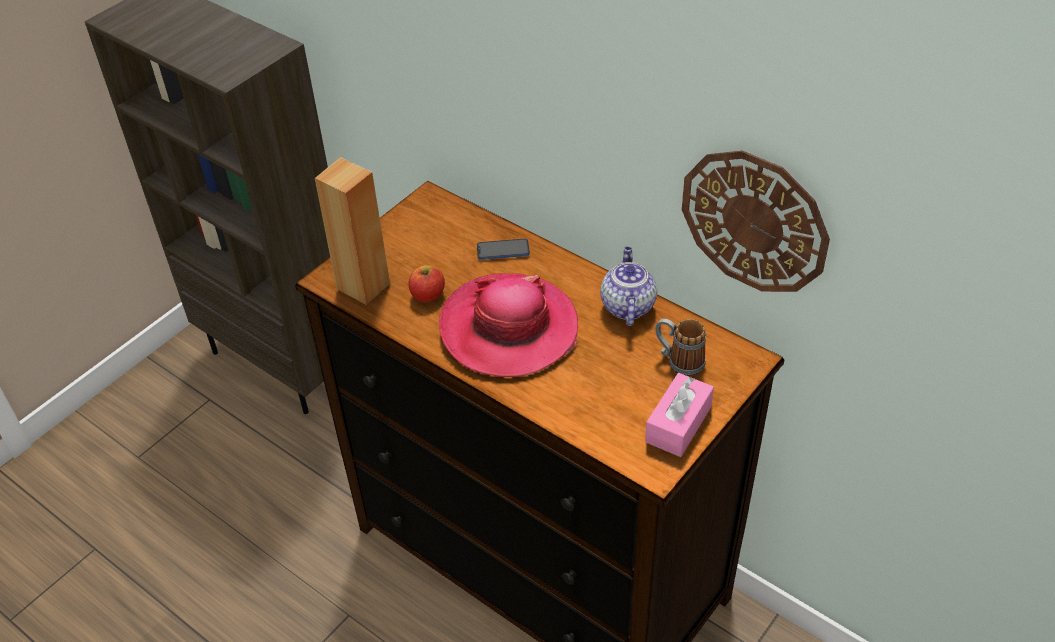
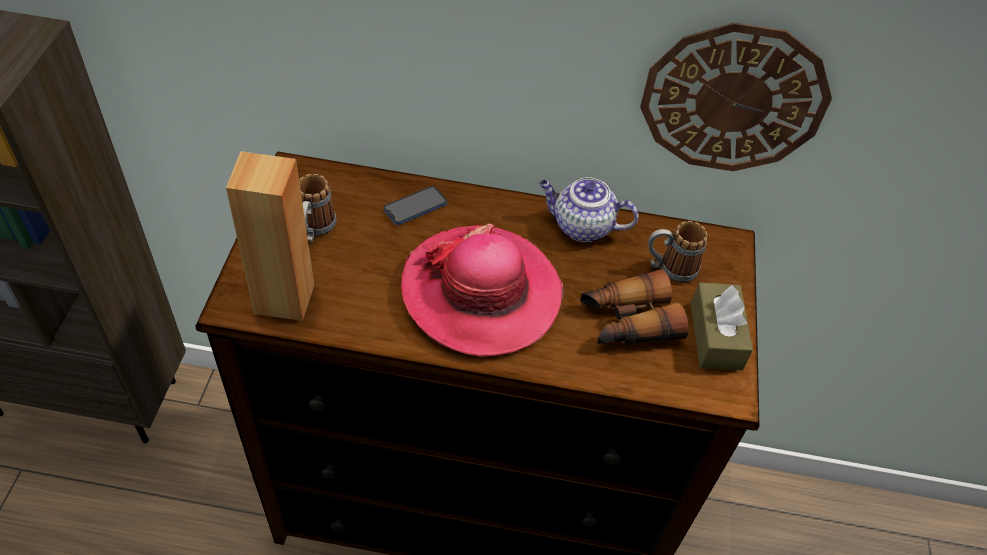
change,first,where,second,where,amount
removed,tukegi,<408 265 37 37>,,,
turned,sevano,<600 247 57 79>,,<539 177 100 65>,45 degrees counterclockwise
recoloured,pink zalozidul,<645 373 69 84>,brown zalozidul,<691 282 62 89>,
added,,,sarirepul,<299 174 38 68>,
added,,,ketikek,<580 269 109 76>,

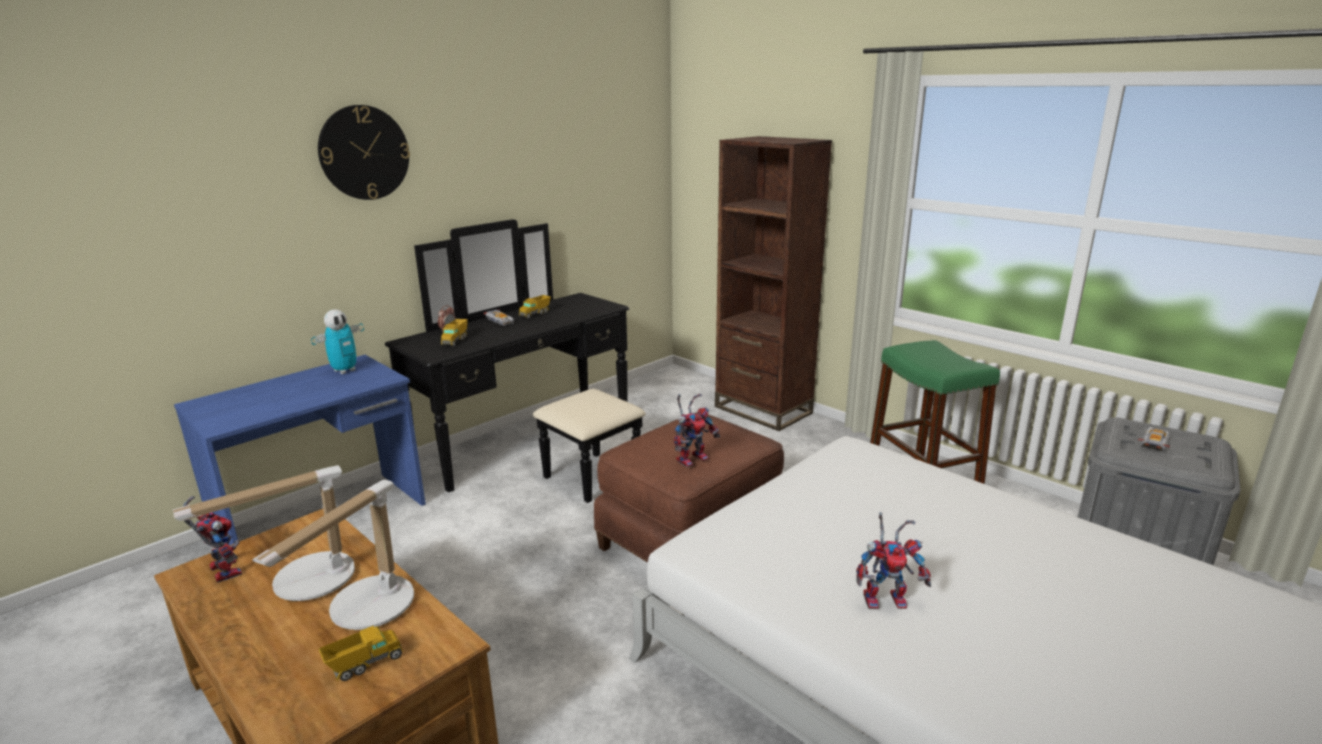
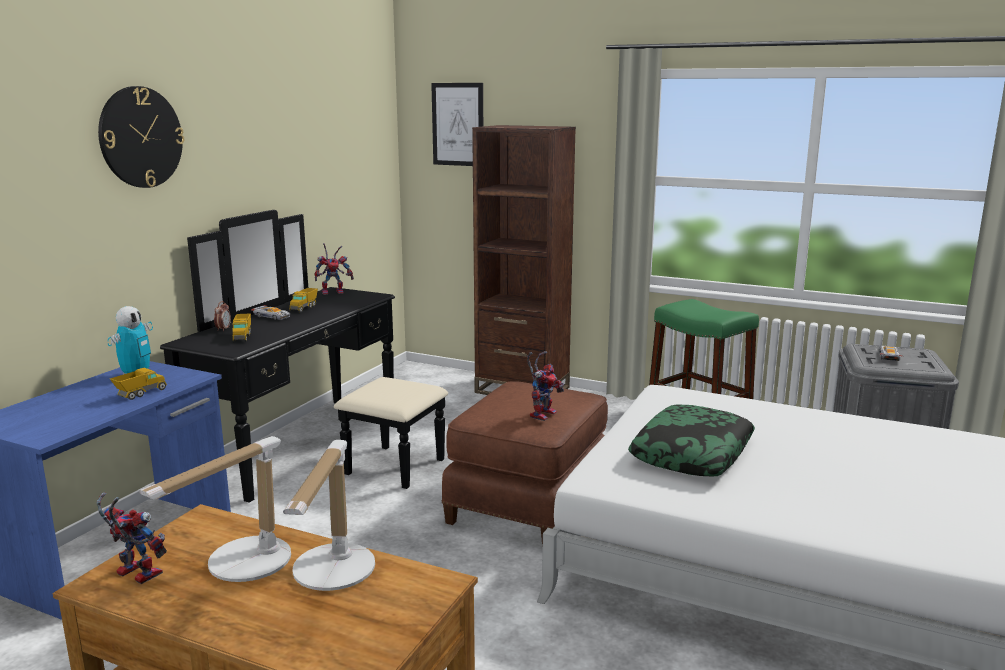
change,first,where,second,where,amount
moved,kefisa,<319 625 85 56>,,<110 368 57 32>,
moved,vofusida,<856 512 75 97>,,<314 243 40 52>,
added,,,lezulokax,<431 83 52 83>,
added,,,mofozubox,<628 404 127 73>,

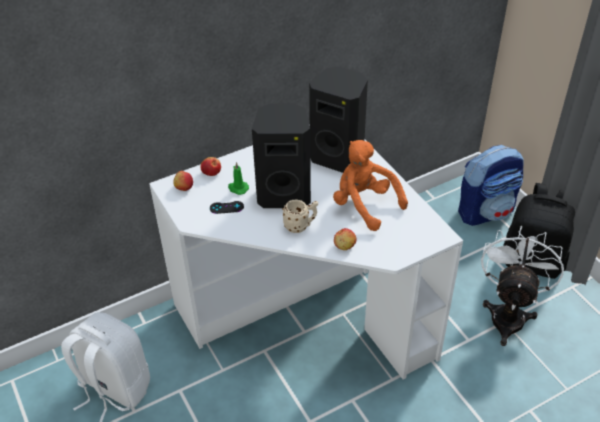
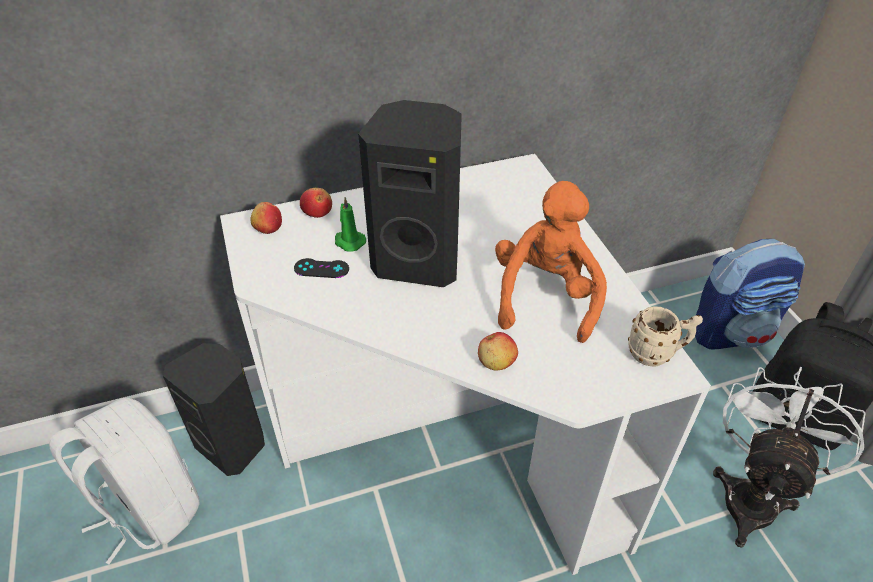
change,first,where,second,where,amount
moved,beige sarirepul,<282 199 36 34>,,<628 306 75 61>,
moved,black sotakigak,<309 67 59 106>,,<163 343 102 133>,
turned,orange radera,<333 140 75 91>,,<495 181 112 162>,45 degrees clockwise

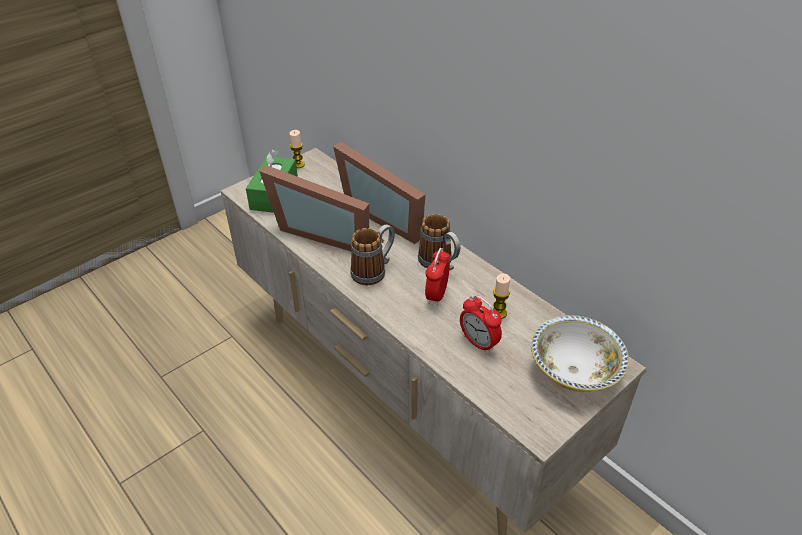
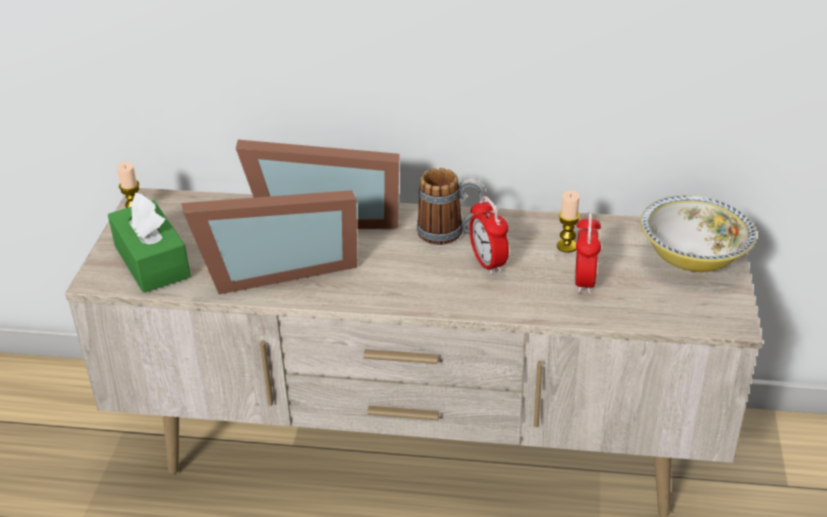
change,first,where,second,where,amount
removed,sarirepul,<351 224 44 61>,,,
turned,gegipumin,<460 295 42 59>,,<575 212 26 82>,90 degrees counterclockwise

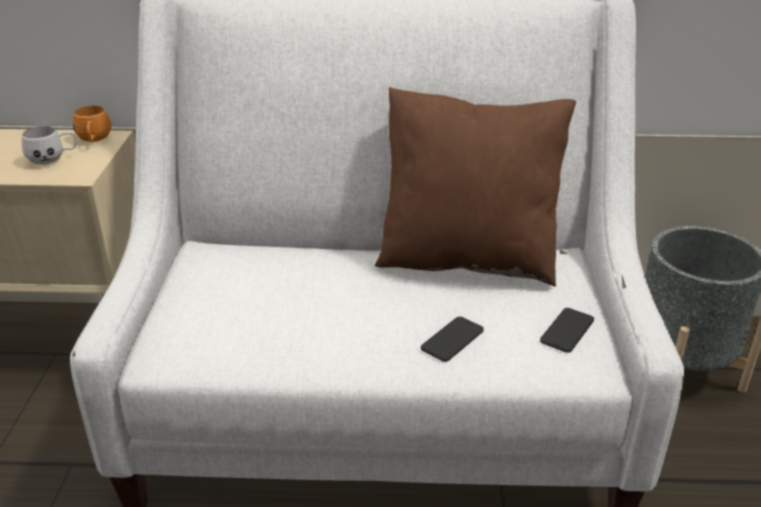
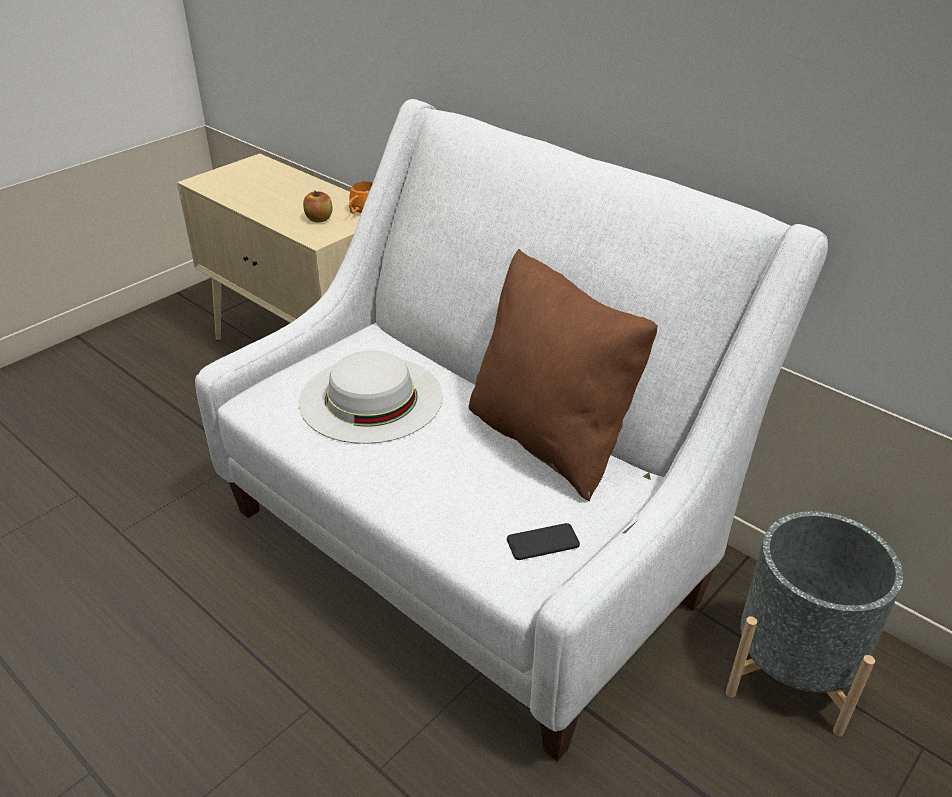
change,first,where,second,where,amount
replaced,white sarirepul,<22 126 55 39>,tukegi,<303 190 30 33>,
removed,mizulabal,<421 317 63 45>,,,
added,,,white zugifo,<299 351 144 93>,

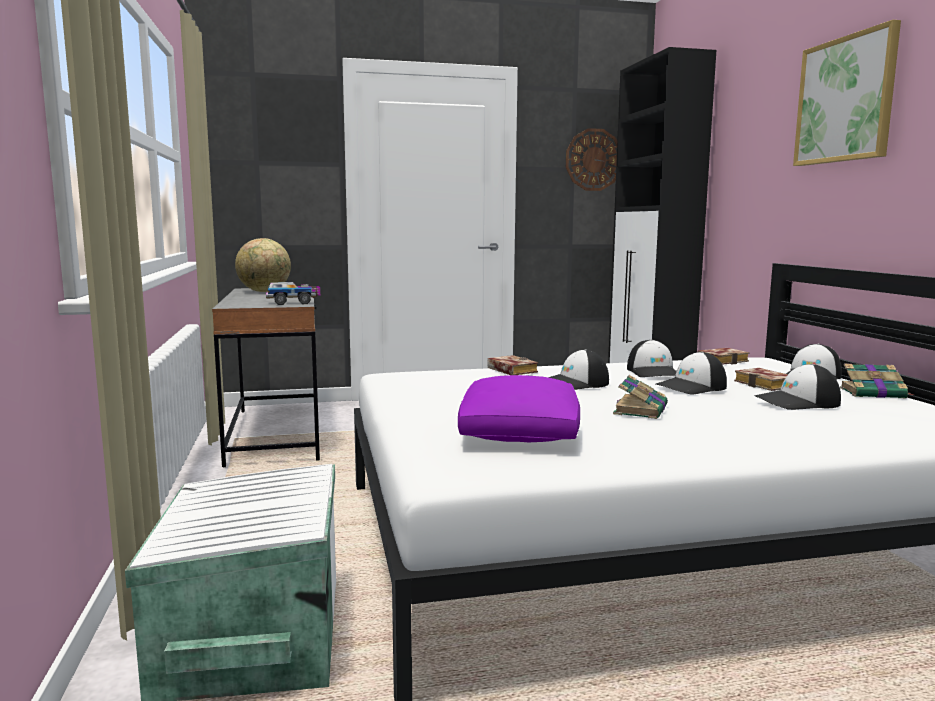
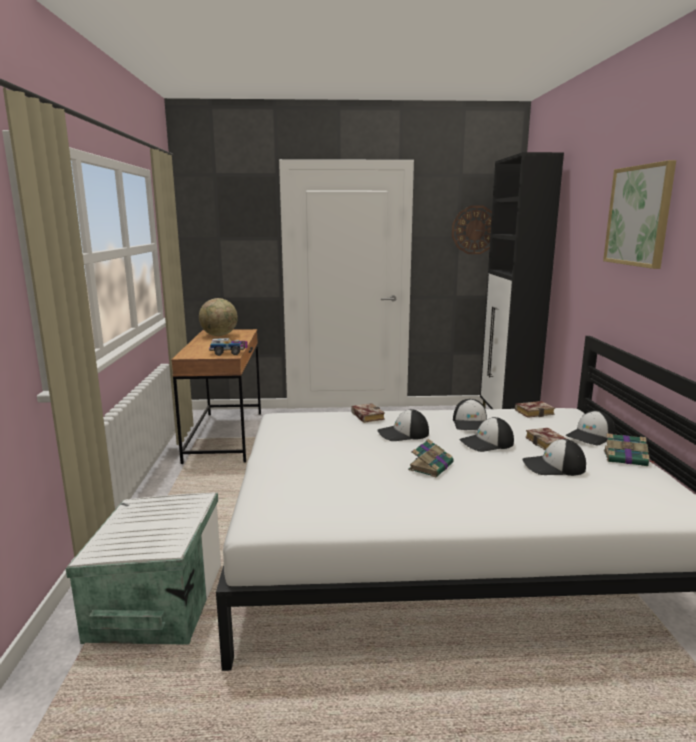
change,first,where,second,where,amount
recoloured,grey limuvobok,<212 288 108 180>,brown limuvobok,<171 329 90 135>,
removed,purple mofozubox,<458 375 122 67>,,,

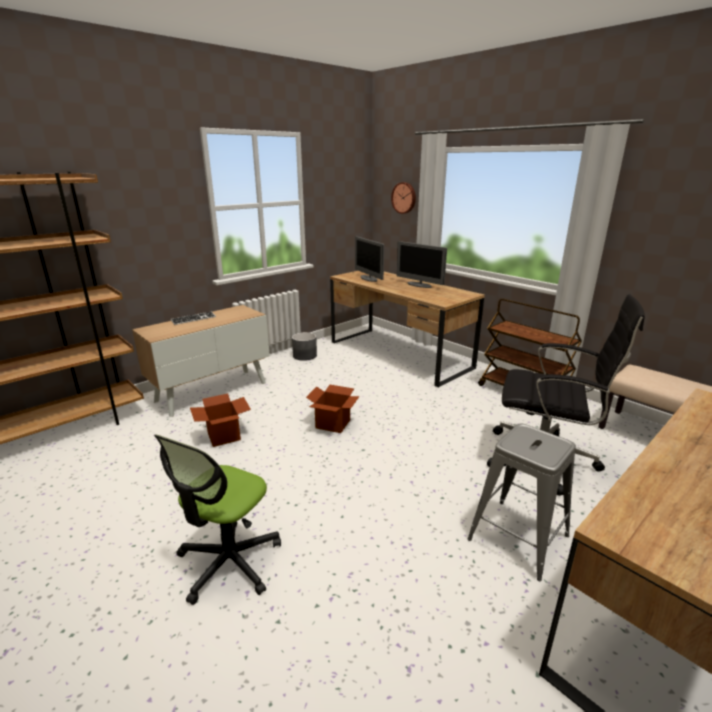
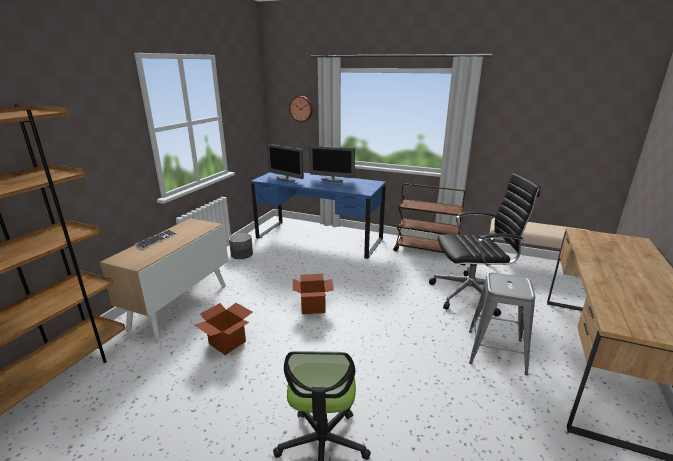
change,first,where,second,where,amount
recoloured,brown limuvobok,<330 271 155 117>,blue limuvobok,<251 172 135 87>,

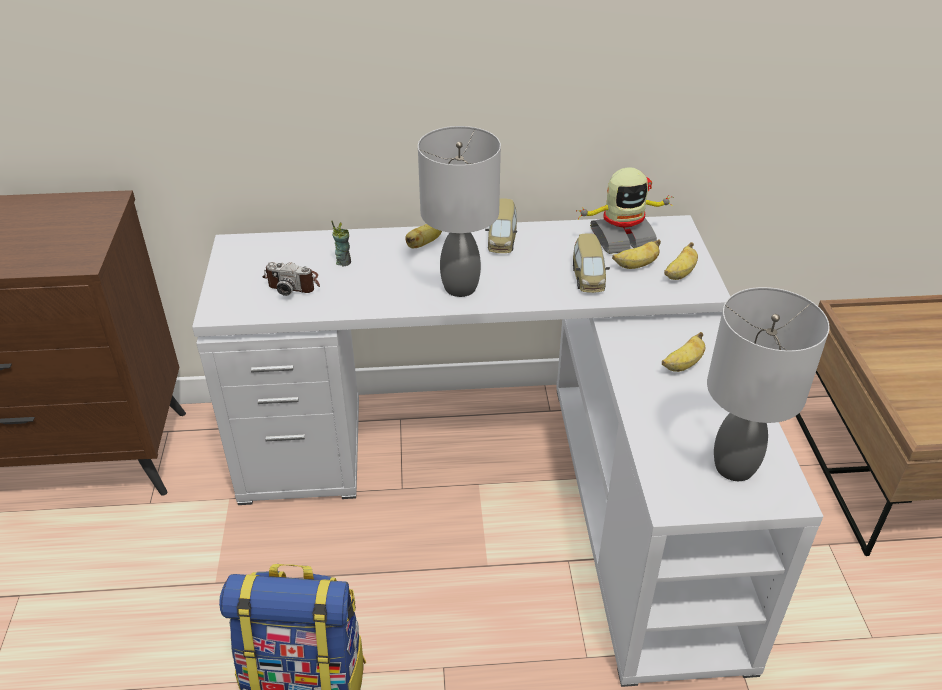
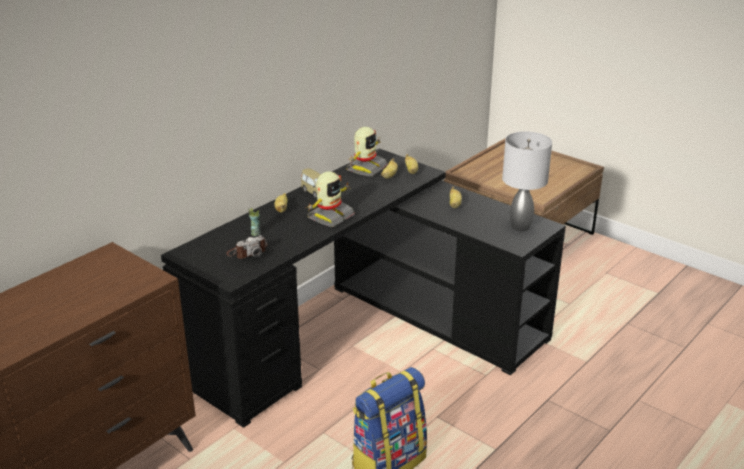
change,first,where,second,where,amount
recoloured,white limuvobok,<192 215 631 472>,black limuvobok,<161 148 405 280>,
replaced,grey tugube,<418 126 83 171>,vofusida,<308 171 47 56>,
removed,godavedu,<573 233 37 60>,,,

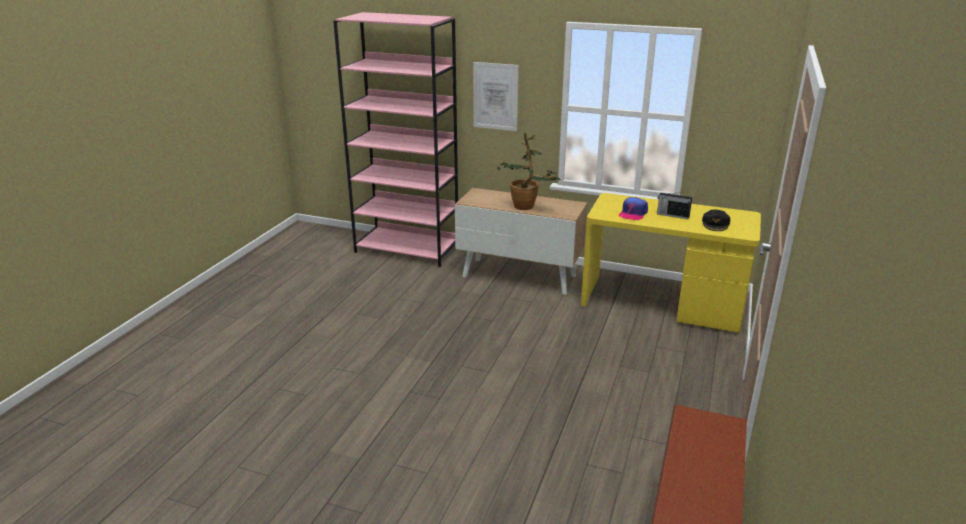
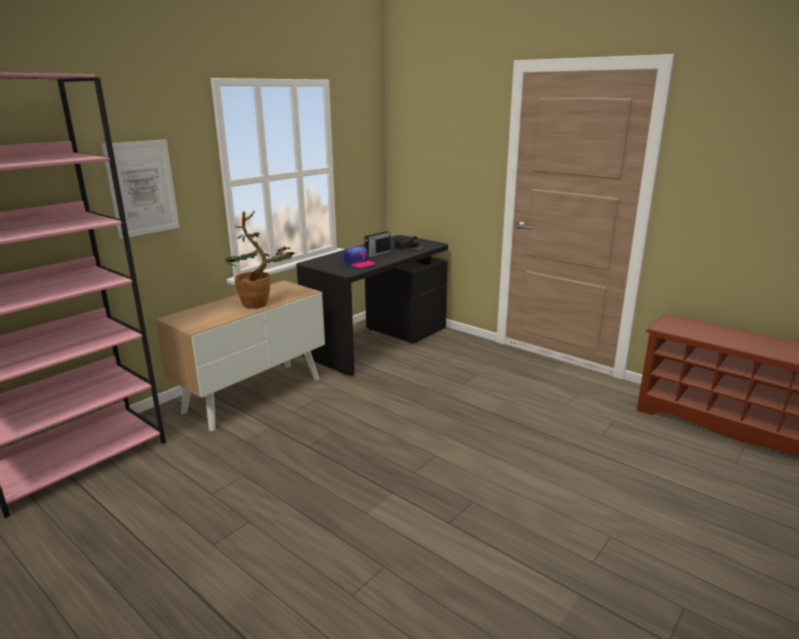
change,first,where,second,where,amount
recoloured,yellow limuvobok,<581 193 180 140>,black limuvobok,<296 235 152 141>,

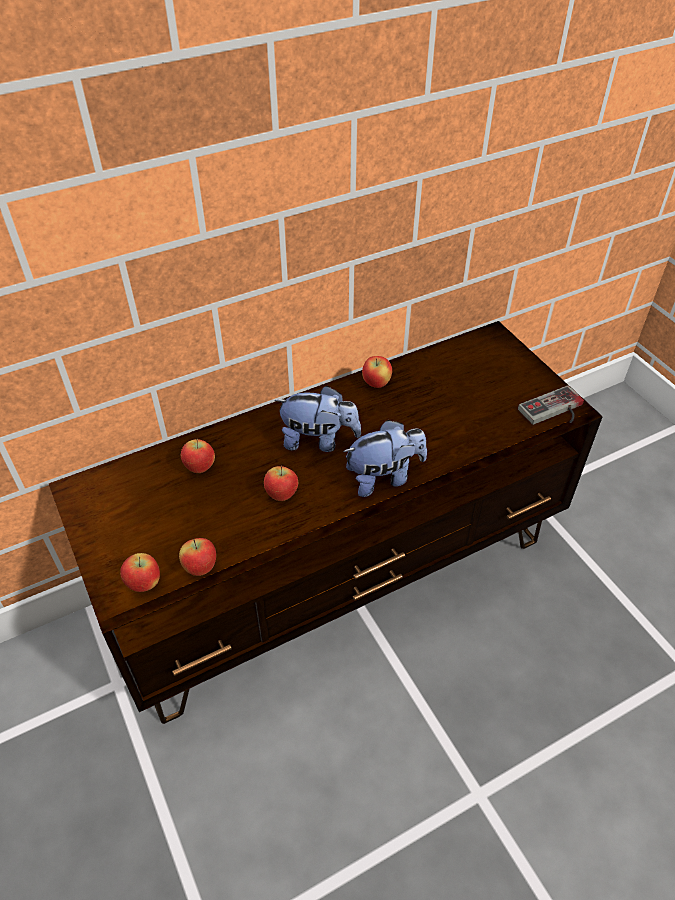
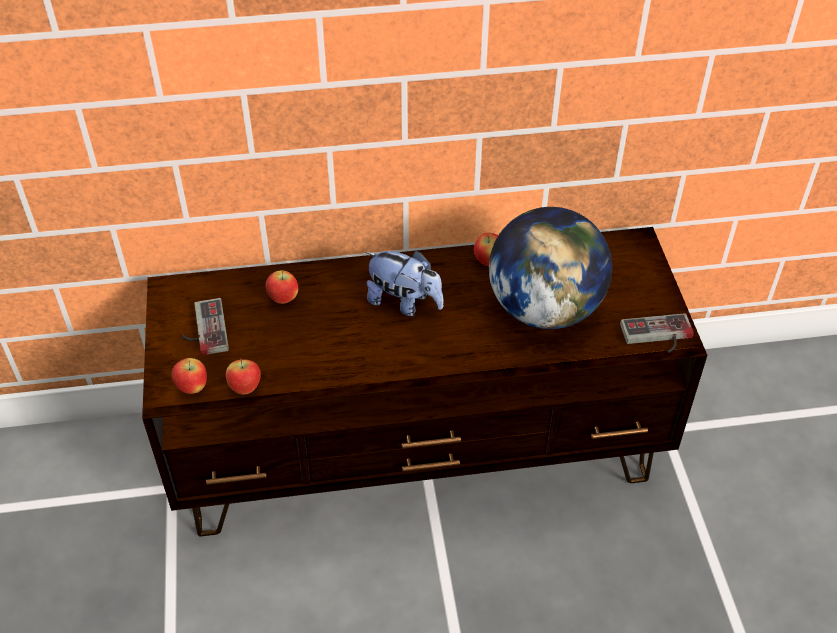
change,first,where,second,where,amount
removed,tukegi,<264 466 34 35>,,,
removed,radera,<343 420 84 77>,,,
added,,,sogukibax,<182 298 47 57>,
added,,,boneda,<489 207 123 122>,

